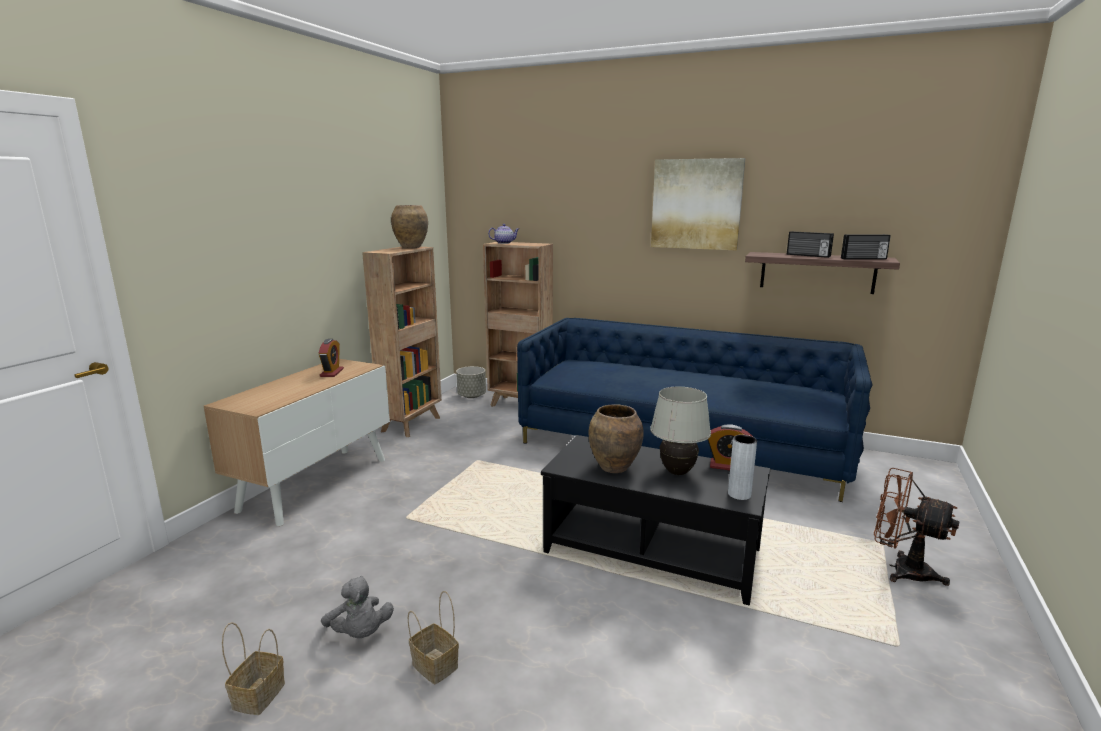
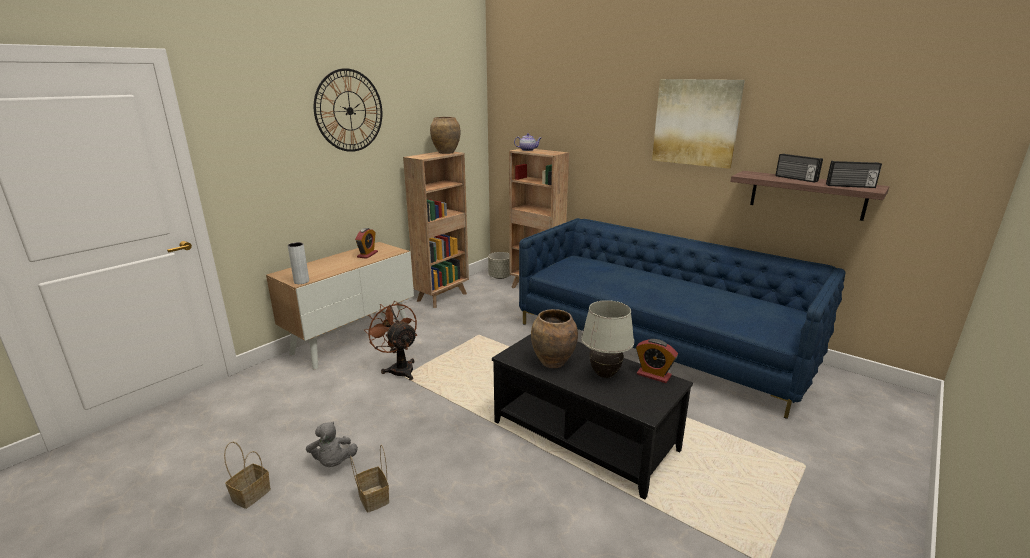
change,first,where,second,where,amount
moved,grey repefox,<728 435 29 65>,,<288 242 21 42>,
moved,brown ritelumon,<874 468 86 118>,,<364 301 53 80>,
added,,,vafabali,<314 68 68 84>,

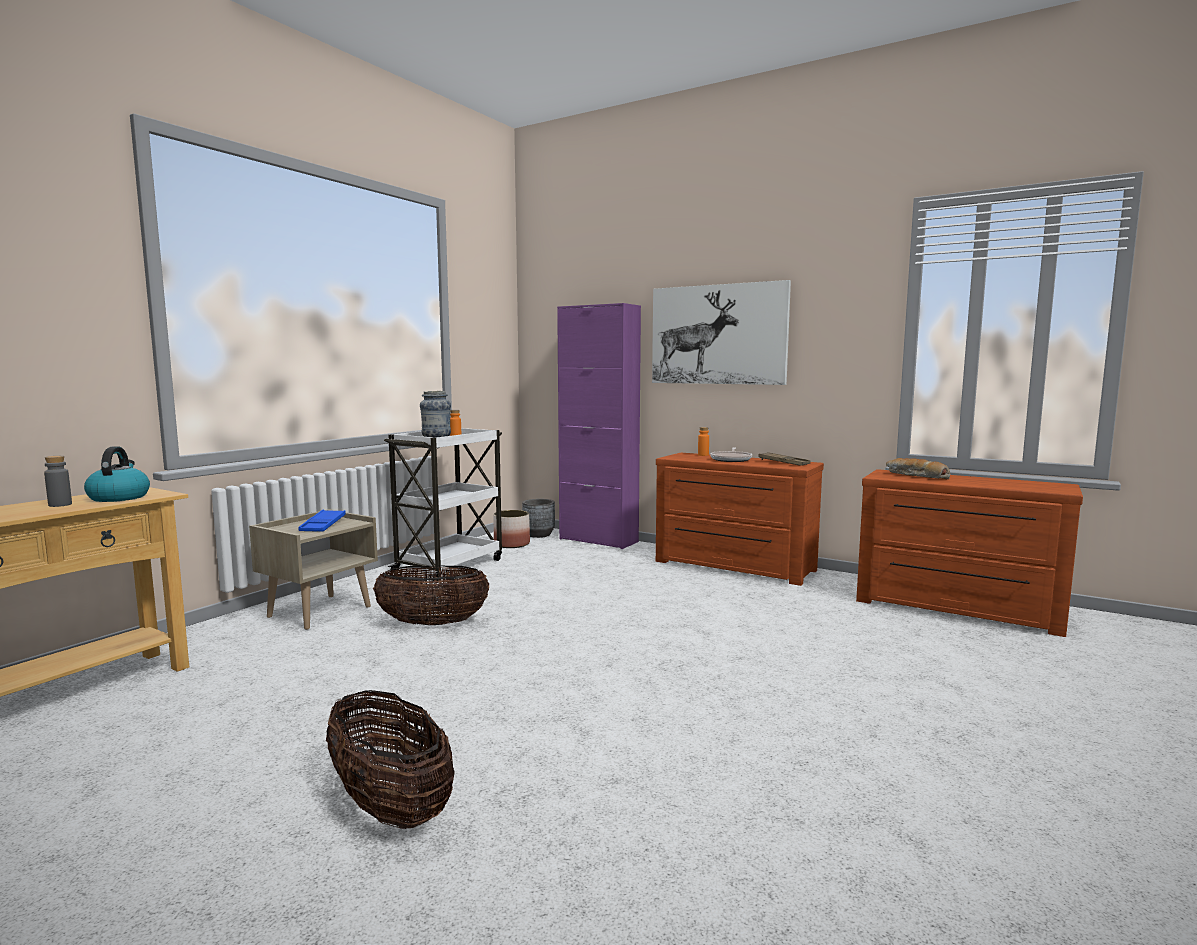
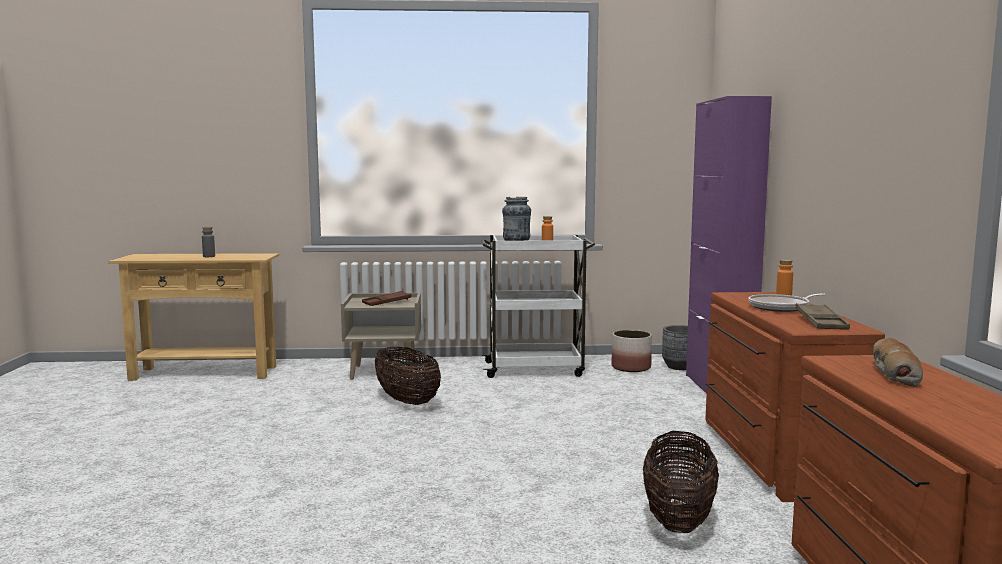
change,first,where,second,where,amount
removed,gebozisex,<84 446 66 56>,,,
recoloured,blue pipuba,<298 510 47 22>,brown pipuba,<362 291 49 15>,
moved,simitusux,<326 690 129 139>,,<643 431 76 102>,
removed,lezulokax,<652 280 139 105>,,,

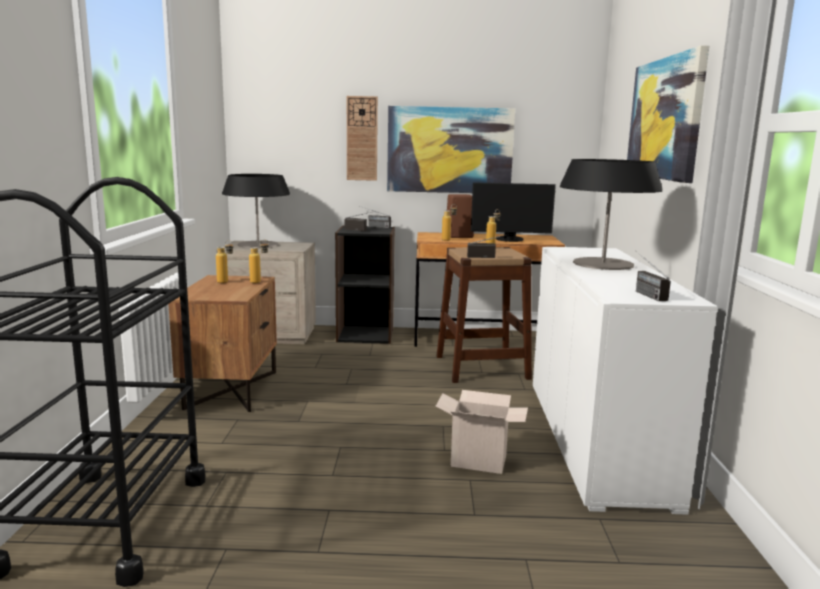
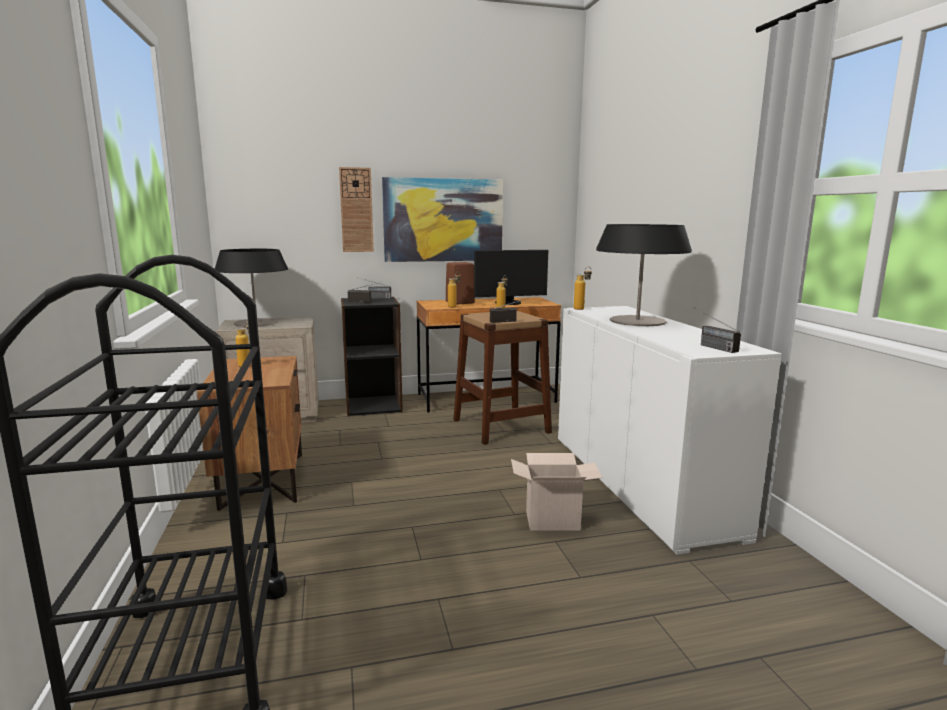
change,first,where,second,where,amount
moved,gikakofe,<249 240 20 43>,,<574 267 18 43>,
removed,lezulokax,<627 45 82 138>,,,

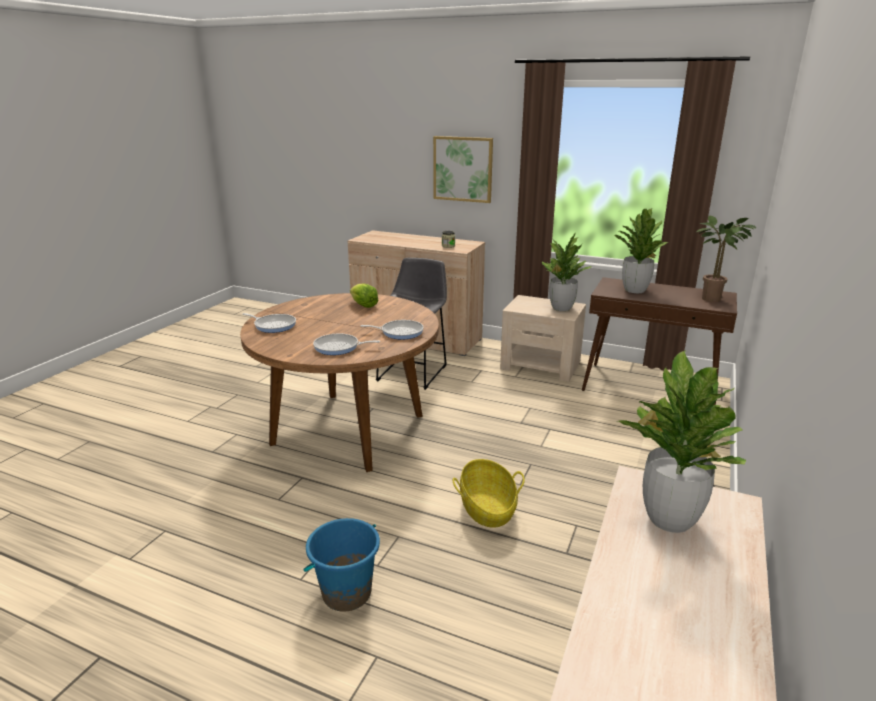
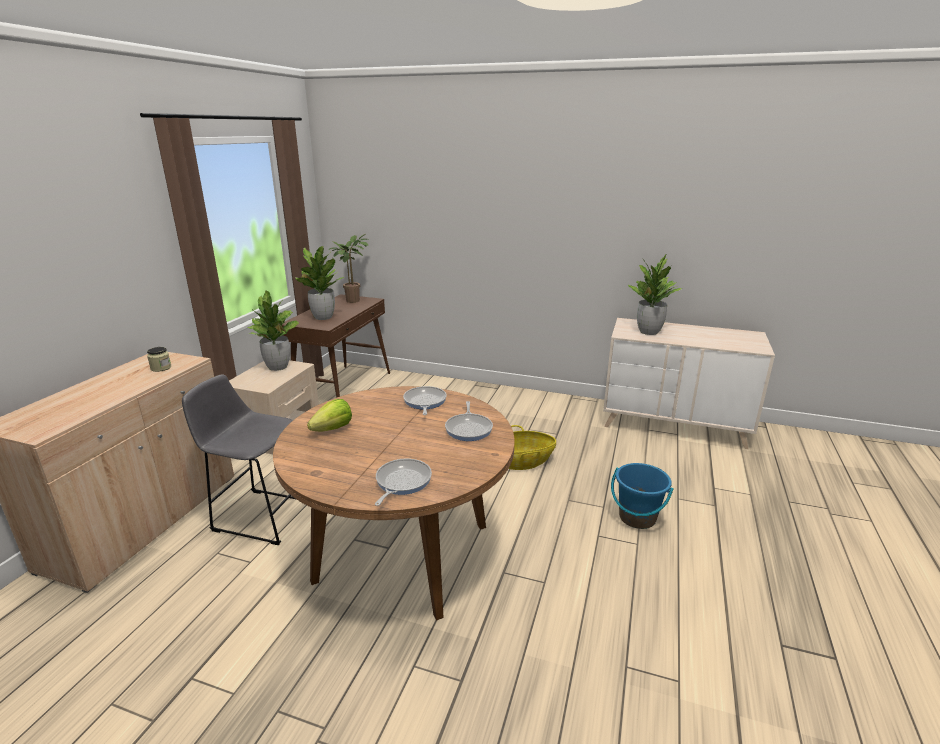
change,first,where,second,where,amount
removed,lezulokax,<433 136 60 67>,,,

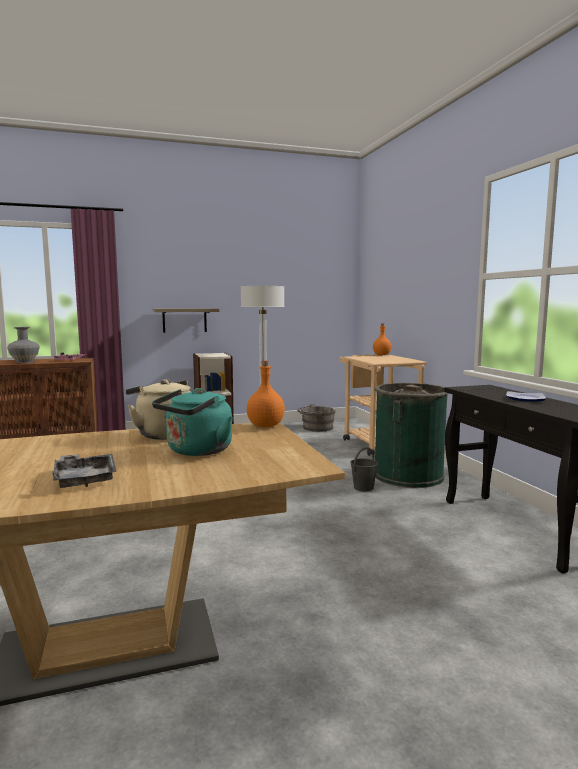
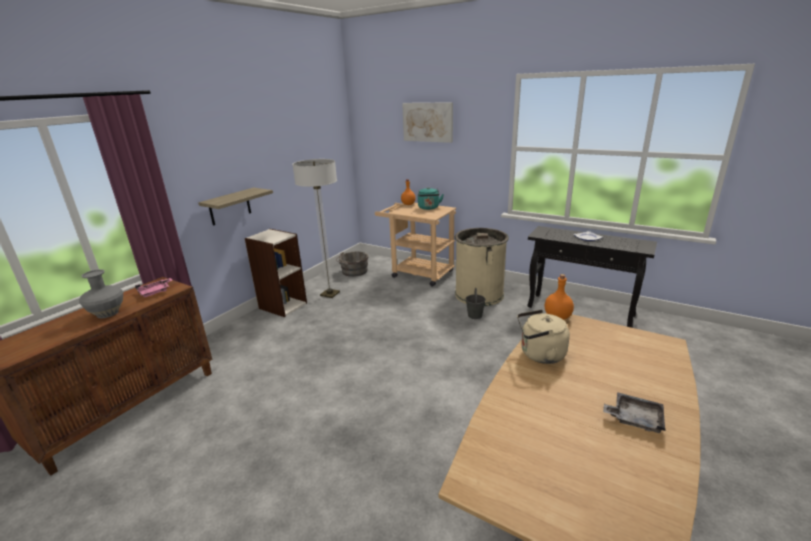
change,first,where,second,where,amount
moved,turquoise gebozisex,<152 388 81 68>,,<418 187 26 23>,
recoloured,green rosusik,<374 383 75 105>,beige rosusik,<455 228 54 78>,
added,,,lezulokax,<402 102 51 41>,

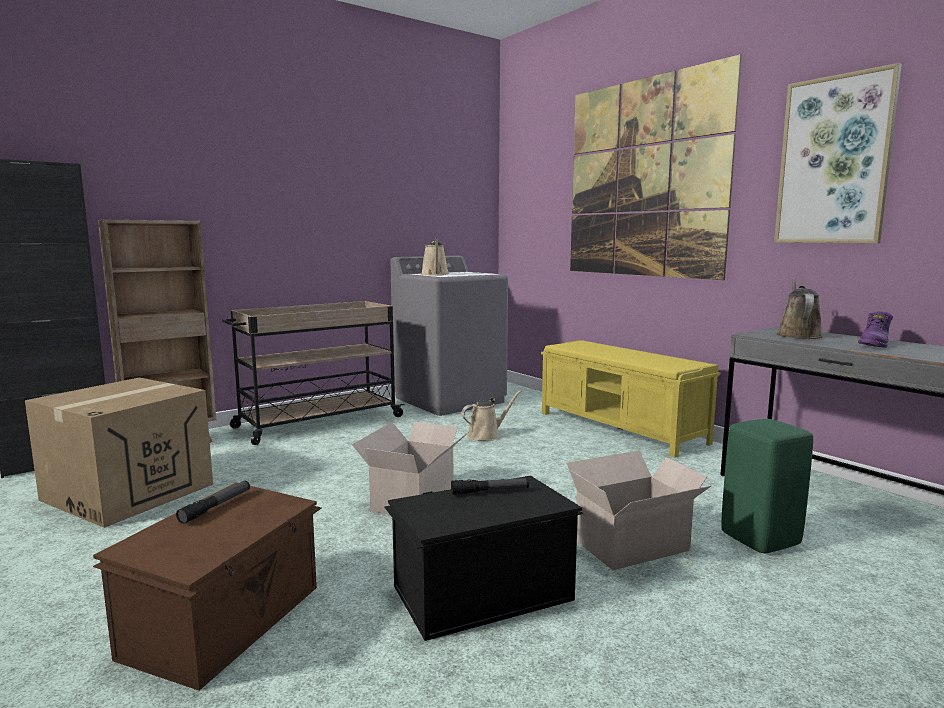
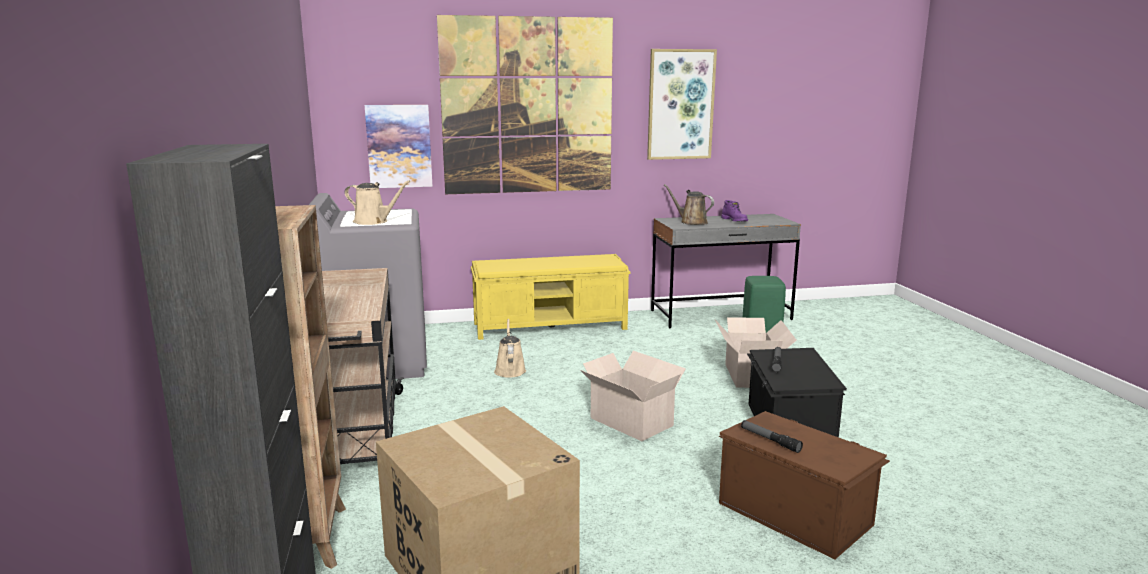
change,first,where,second,where,amount
added,,,lezulokax,<365 105 68 83>,

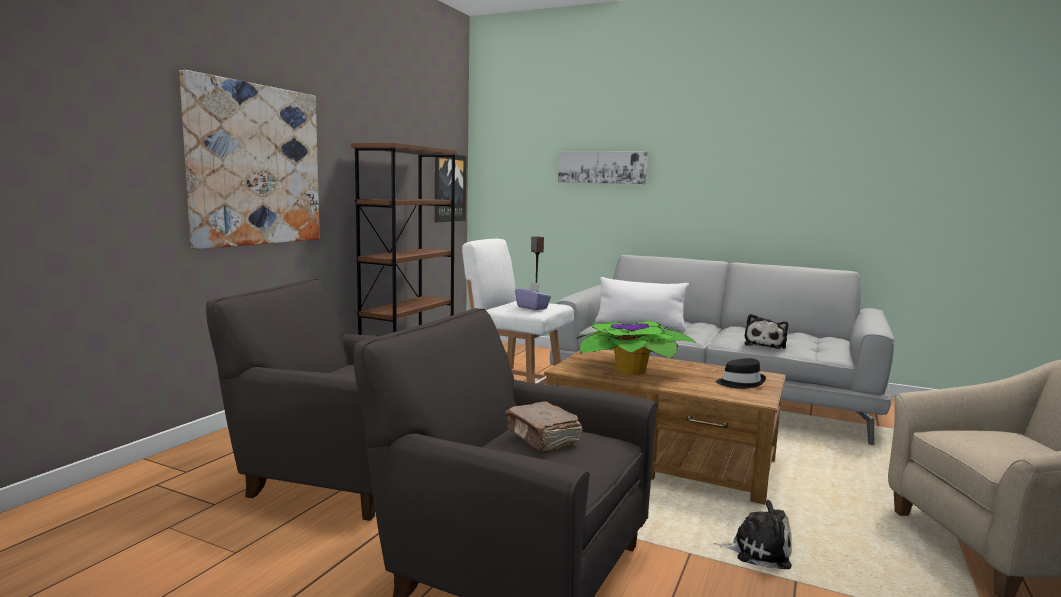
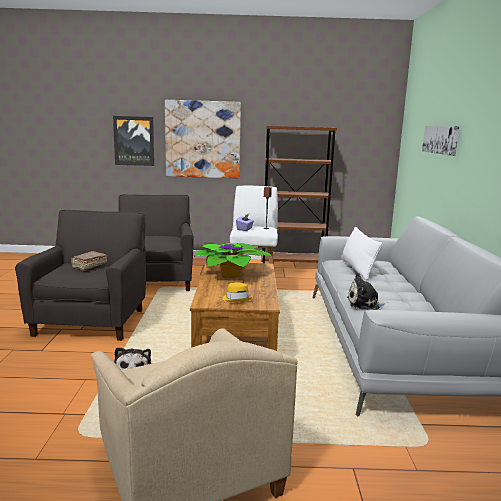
change,first,where,second,where,amount
moved,lezulokax,<435 155 31 67>,,<113 116 41 50>,
recoloured,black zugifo,<716 358 50 31>,yellow zugifo,<222 283 30 19>,

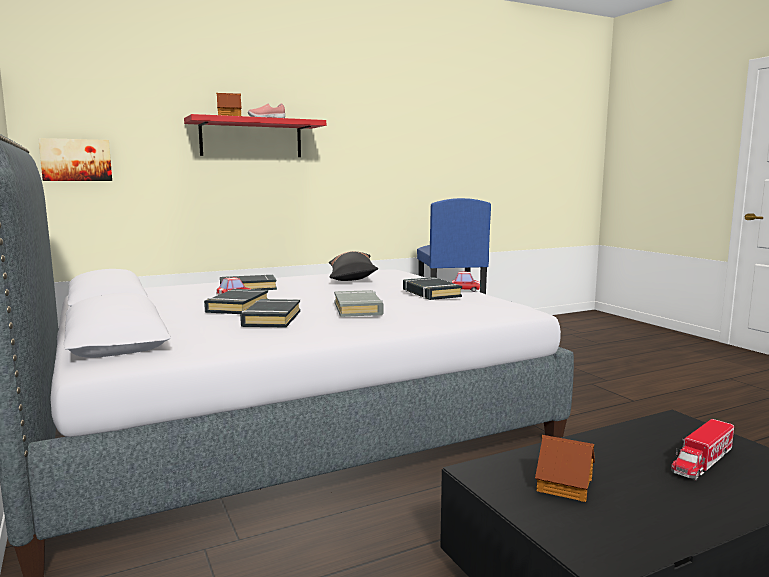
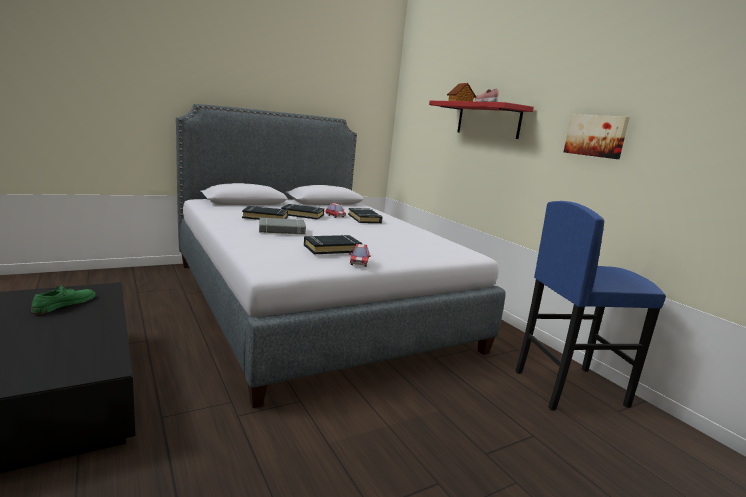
change,first,where,second,where,amount
moved,lezulokax,<38 138 74 43>,,<564 114 66 45>,
removed,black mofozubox,<329 251 49 30>,,,
replaced,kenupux,<535 435 60 67>,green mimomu,<31 286 65 29>,
removed,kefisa,<671 419 63 62>,,,

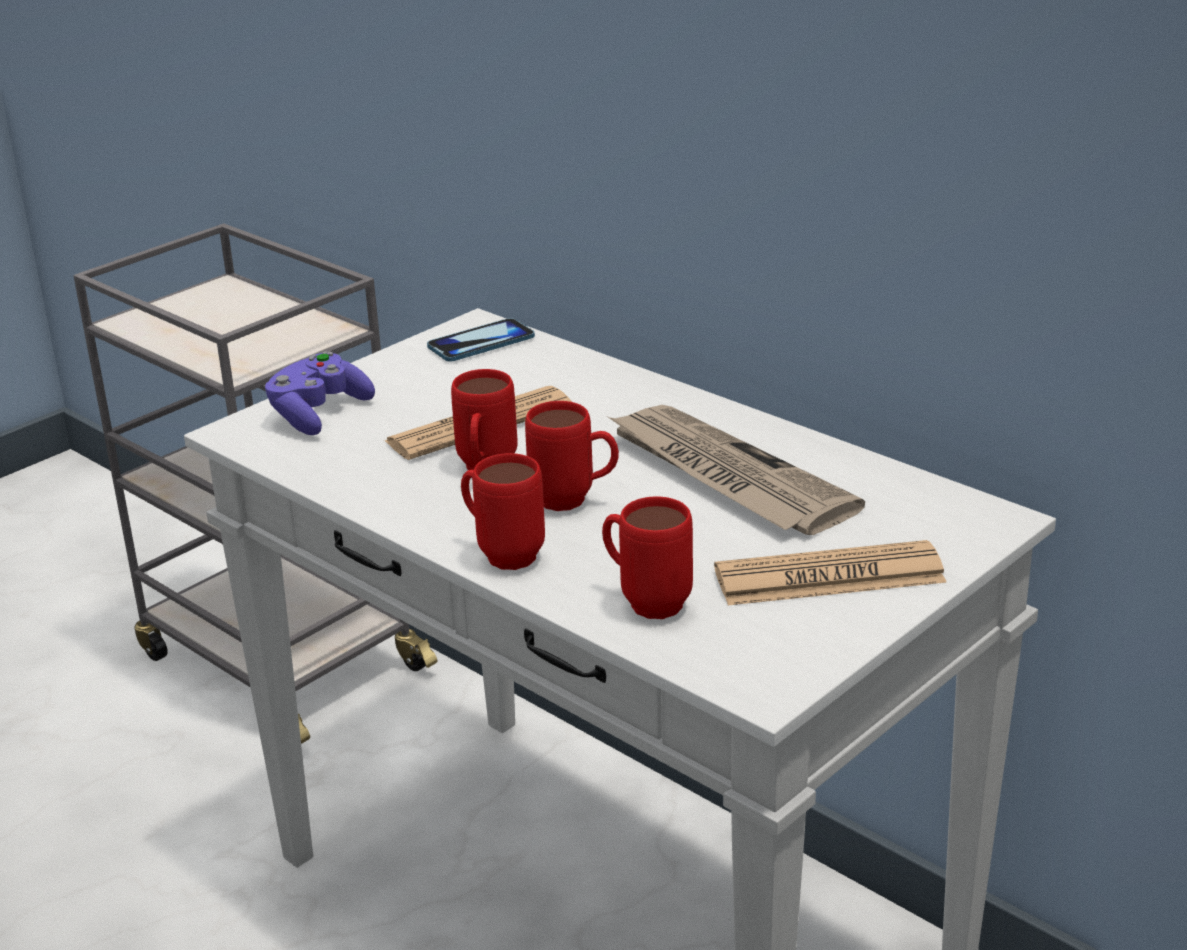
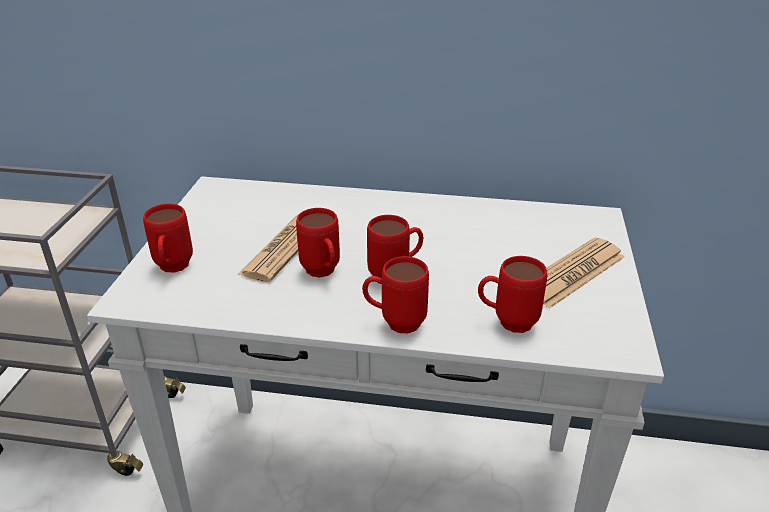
change,first,where,second,where,amount
replaced,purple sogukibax,<265 351 110 84>,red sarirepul,<143 204 50 69>,
removed,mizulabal,<427 318 108 44>,,,
removed,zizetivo,<608 405 257 130>,,,

